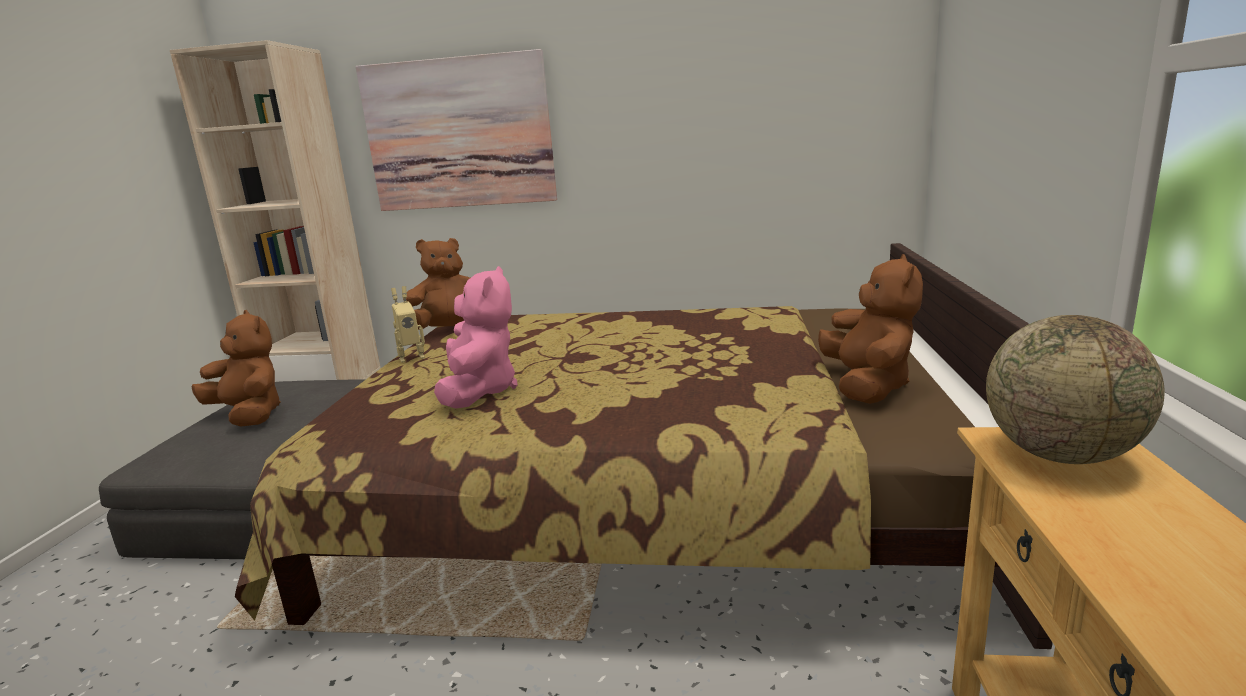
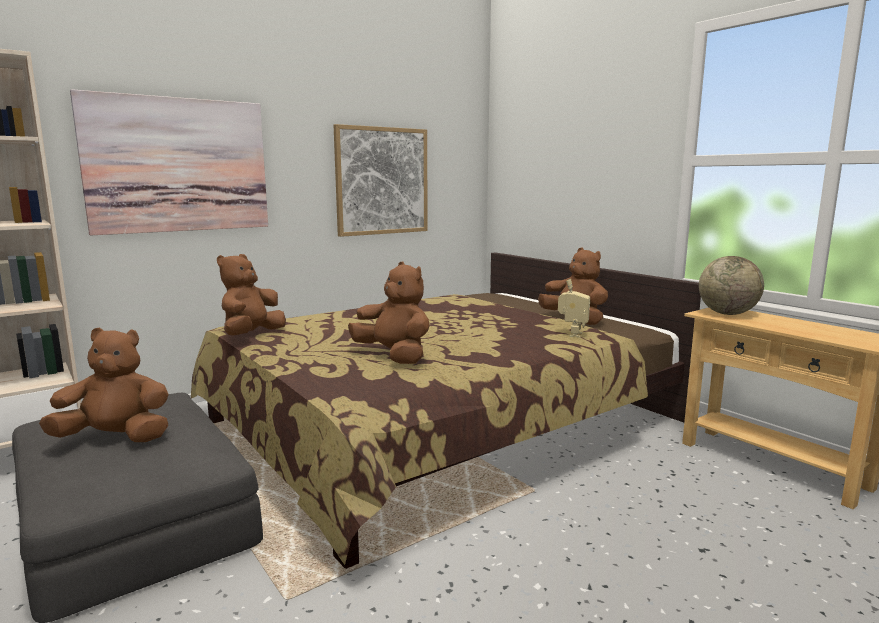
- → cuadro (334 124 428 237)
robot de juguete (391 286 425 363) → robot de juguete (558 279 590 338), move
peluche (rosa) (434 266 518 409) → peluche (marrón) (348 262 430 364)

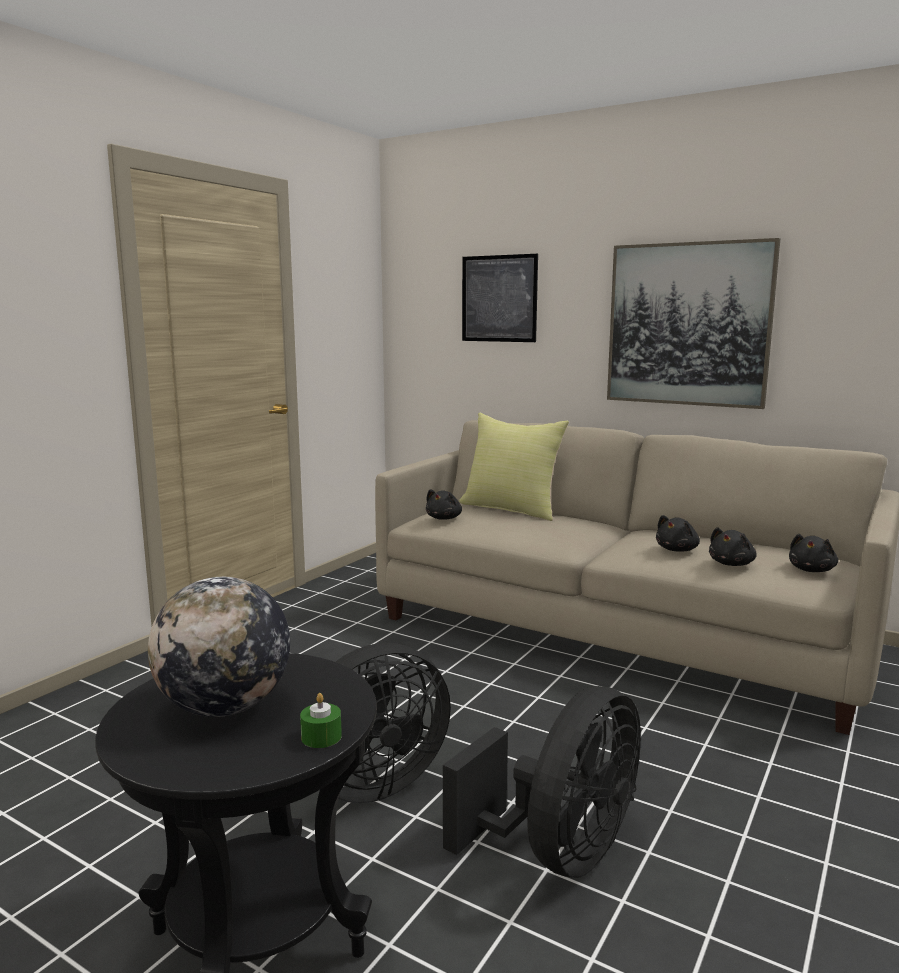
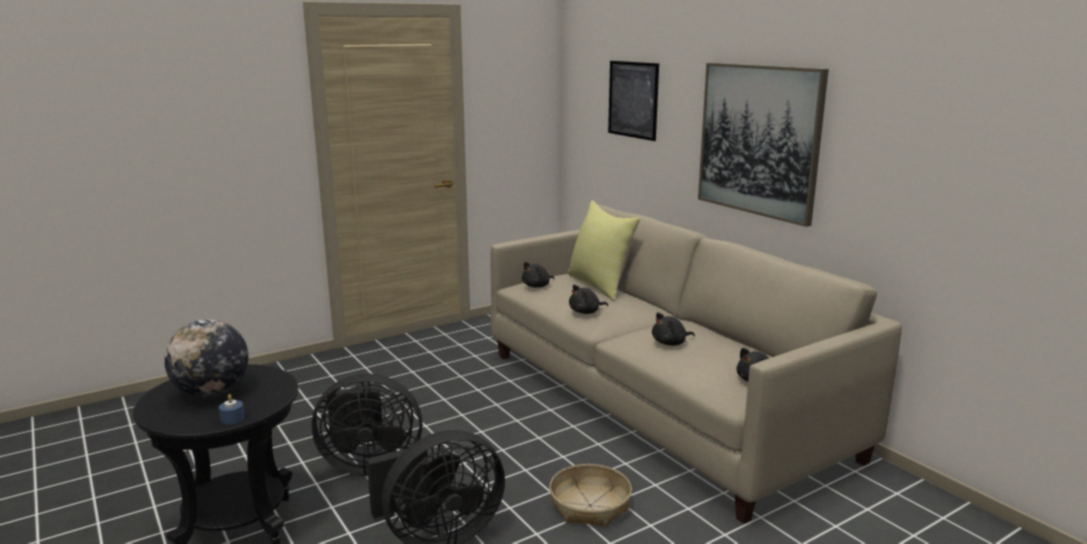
- → cesta (549 464 632 528)
peluche (negro) (709 527 757 566) → peluche (negro) (569 285 608 314), move
vela (verde) (300 693 342 748) → vela (azul) (219 394 245 424)

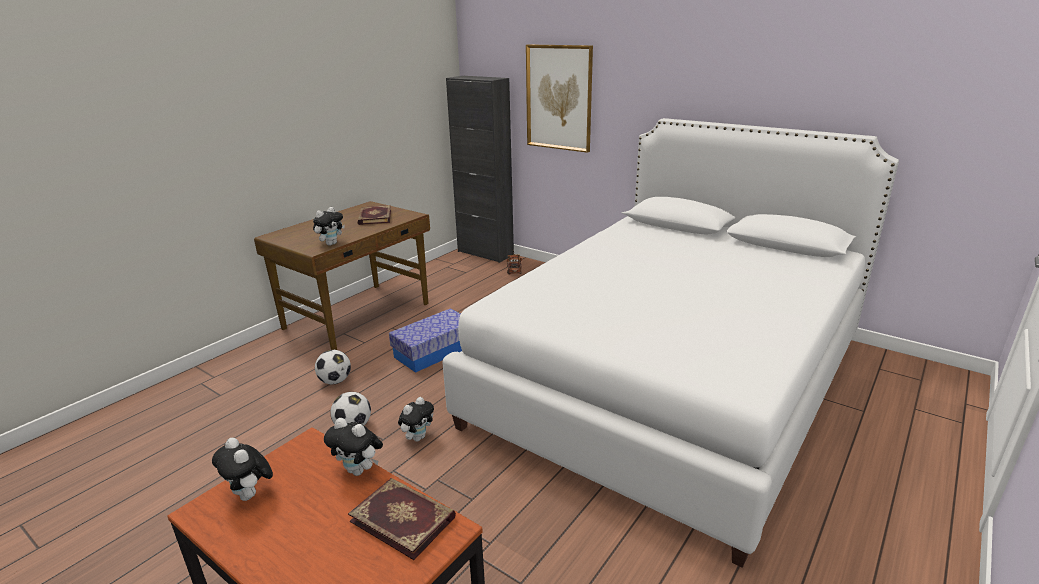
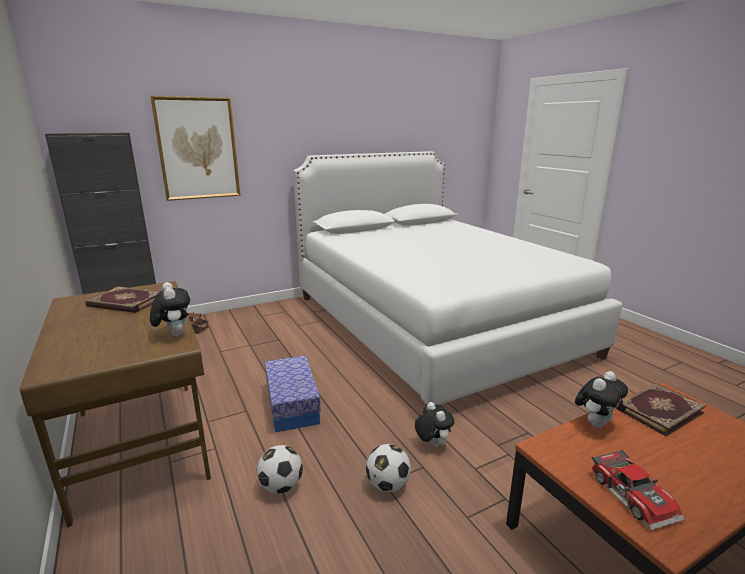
peluche (212 438 273 501) → coche de juguete (592 450 685 531)

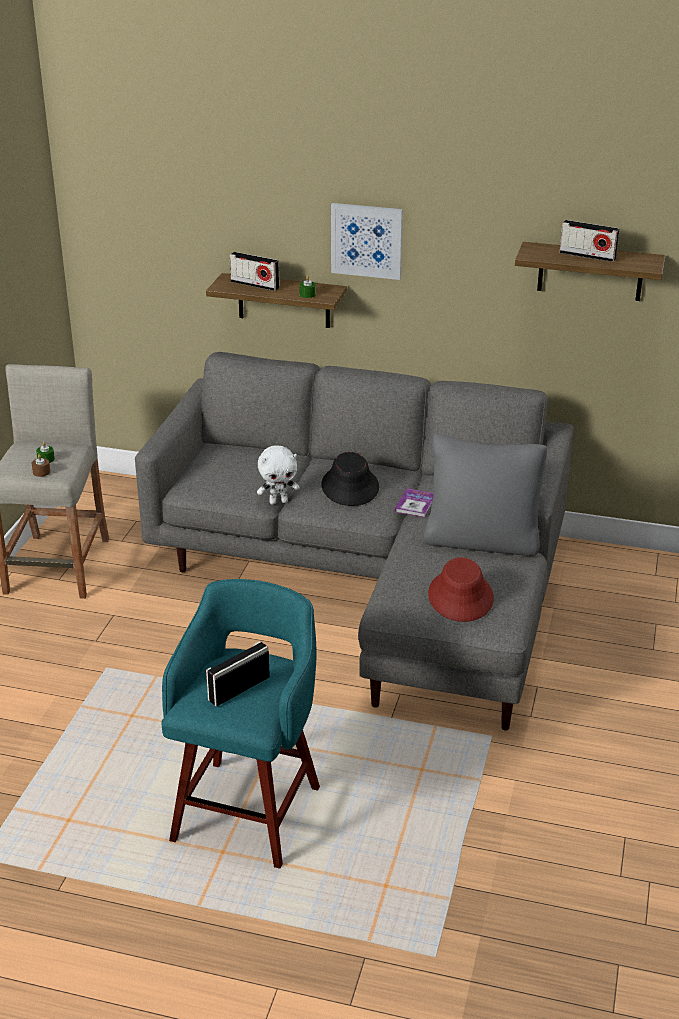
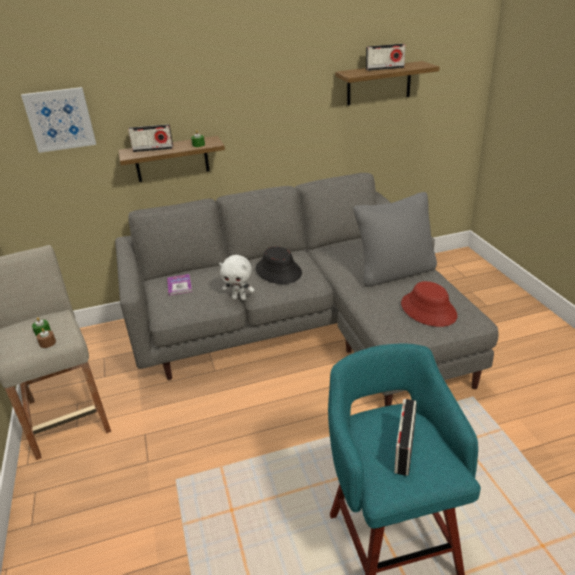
cuadro (331 203 403 280) → cuadro (21 87 96 153), move
libro (395 488 434 518) → libro (167 274 192 296), move
peluche (blanco) (257 445 300 505) → peluche (blanco) (219 255 254 300), 60 degrees clockwise

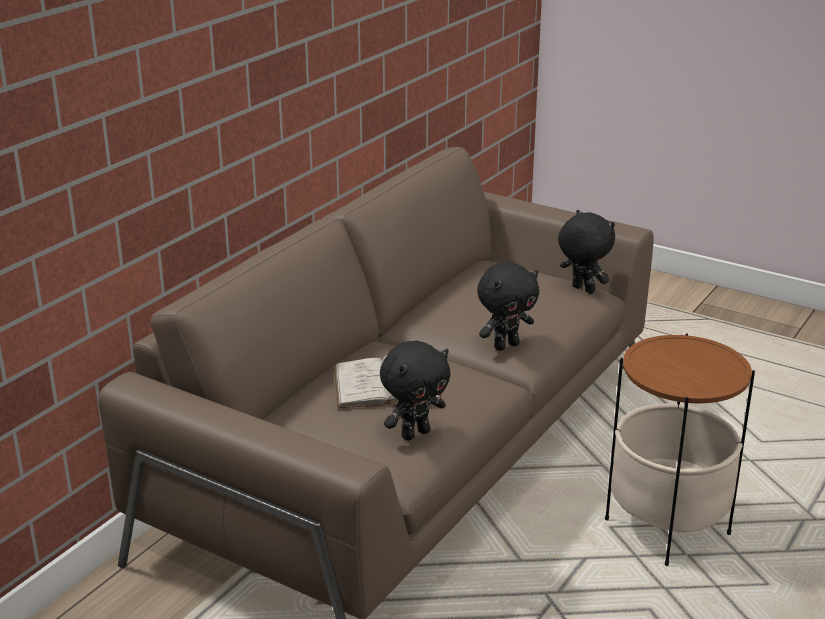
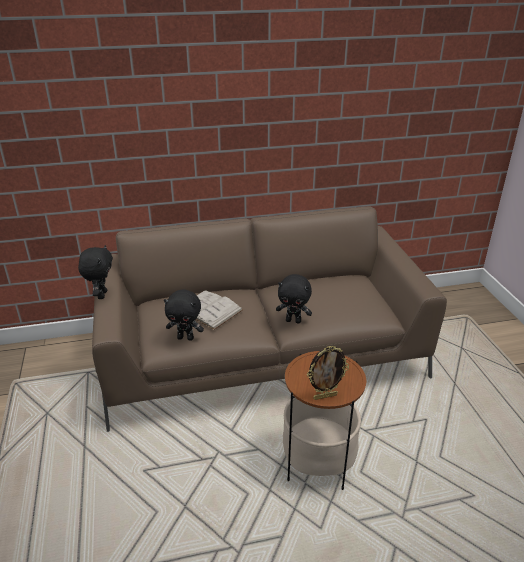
- → portarretratos (307 346 349 400)
peluche (negro) (558 210 615 294) → peluche (negro) (78 245 113 299), move

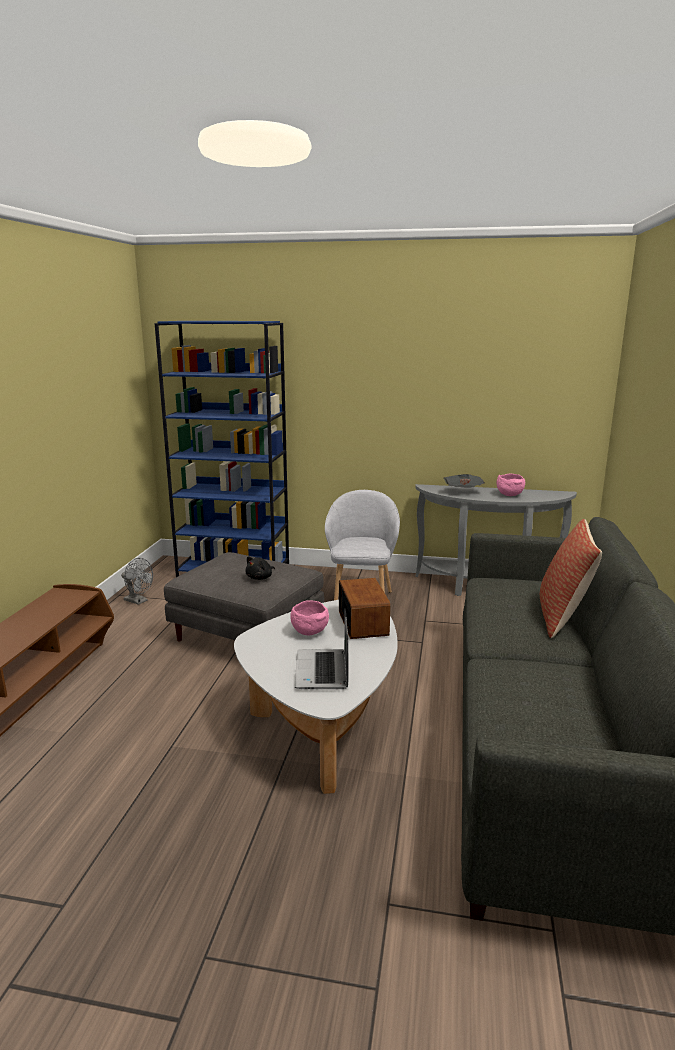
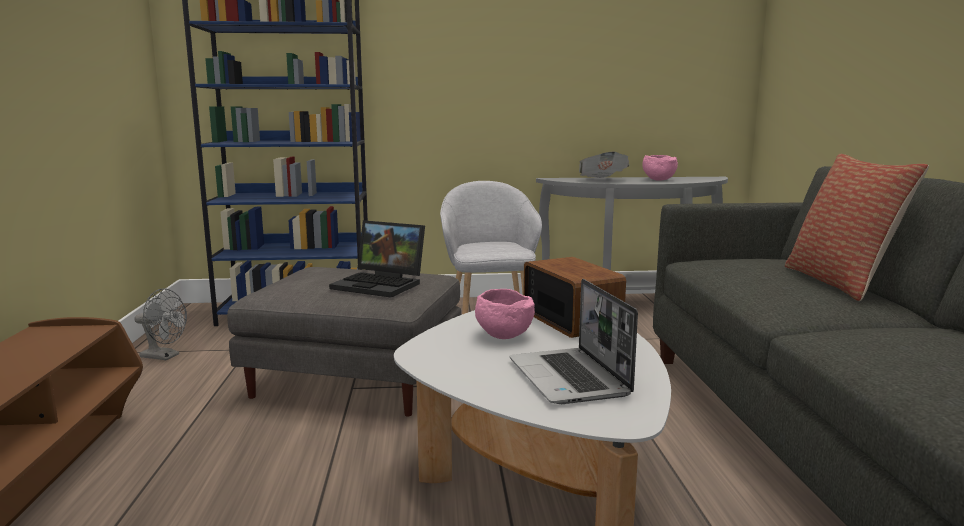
peluche (negro) (245 556 275 580) → portátil (329 220 425 298)

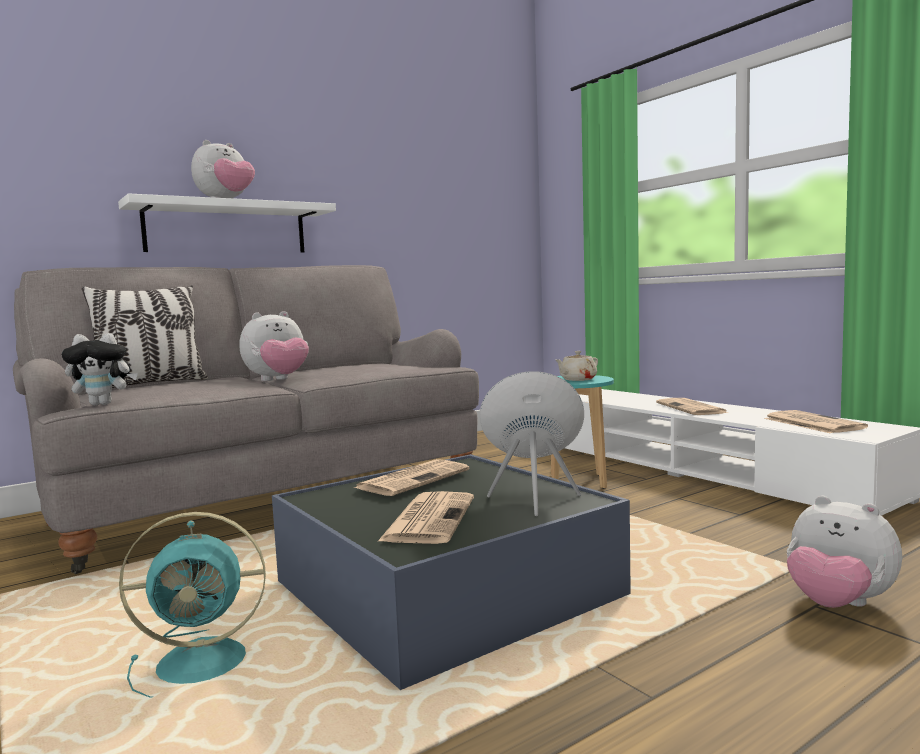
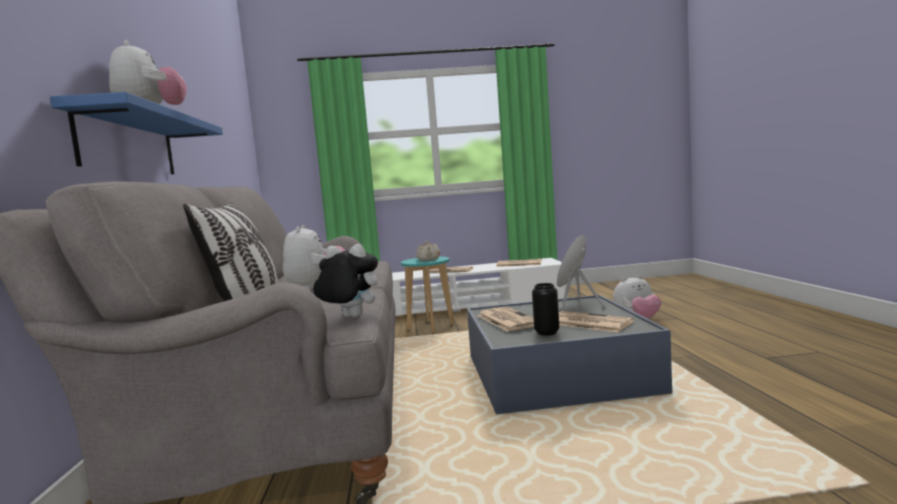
ventilador (turquesa) (119 512 266 697) → -
- → florero (negro) (532 283 559 336)
estante (blanco) (118 193 336 253) → estante (azul) (50 92 223 174)
peluche (62 333 138 405) → peluche (313 244 378 318), 90 degrees counterclockwise

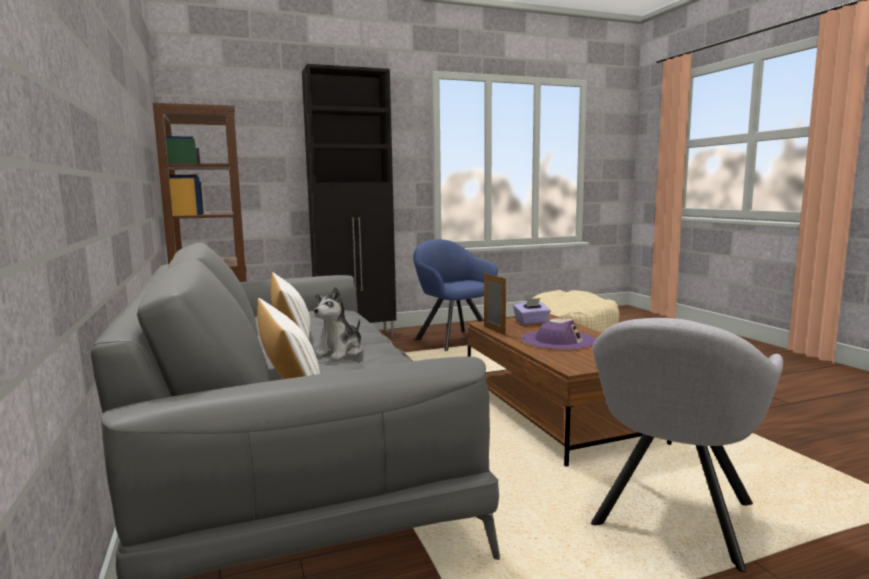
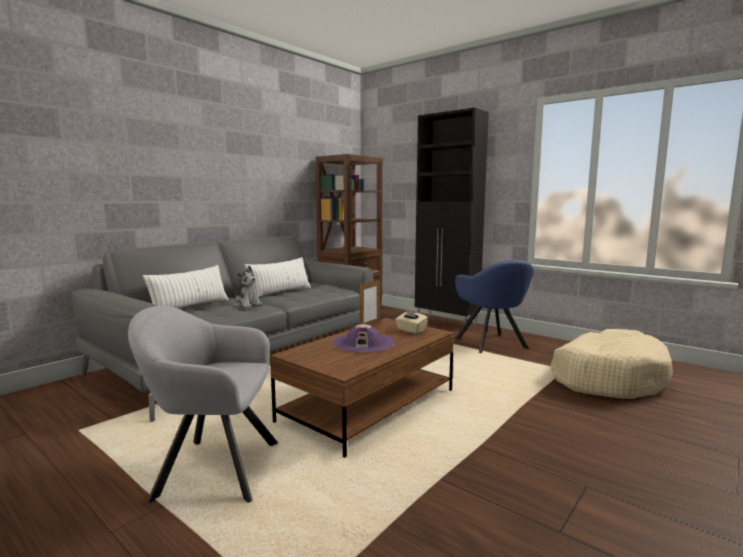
caja de pañuelos (morado) (513 298 551 325) → caja de pañuelos (beis) (395 309 428 334)
peluche (314 287 362 360) → peluche (234 266 262 308), 135 degrees counterclockwise
sillón (azul) (413 239 498 351) → sillón (azul) (454 260 534 353), 135 degrees clockwise

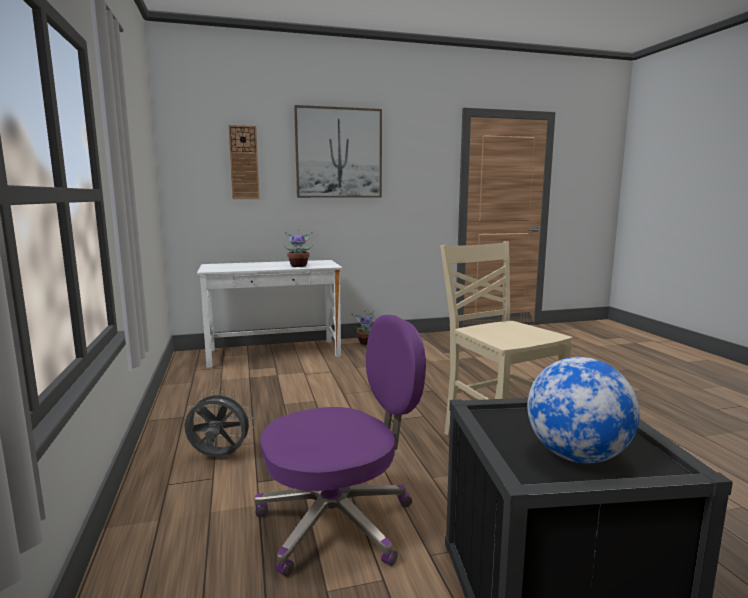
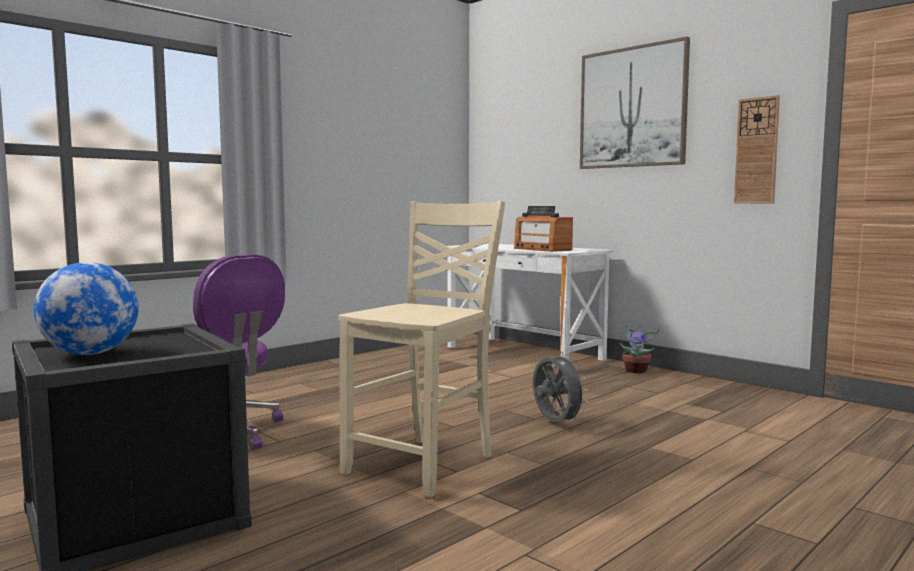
ventilador (gris) (185 391 254 457) → ventilador (gris) (533 352 588 424), move
reloj de pared (228 125 260 199) → reloj de pared (734 95 780 204), move
planta en maceta (284 229 312 267) → radio (514 206 573 252)

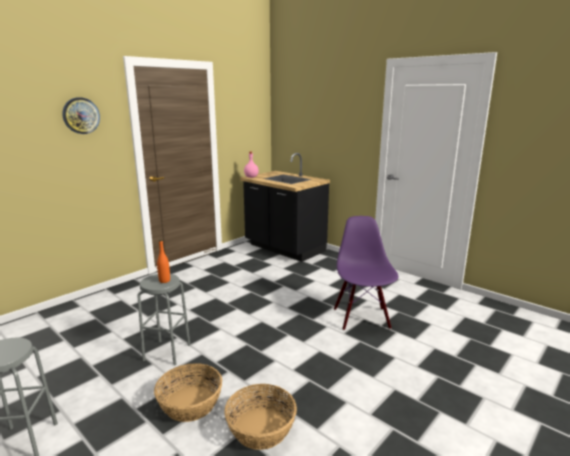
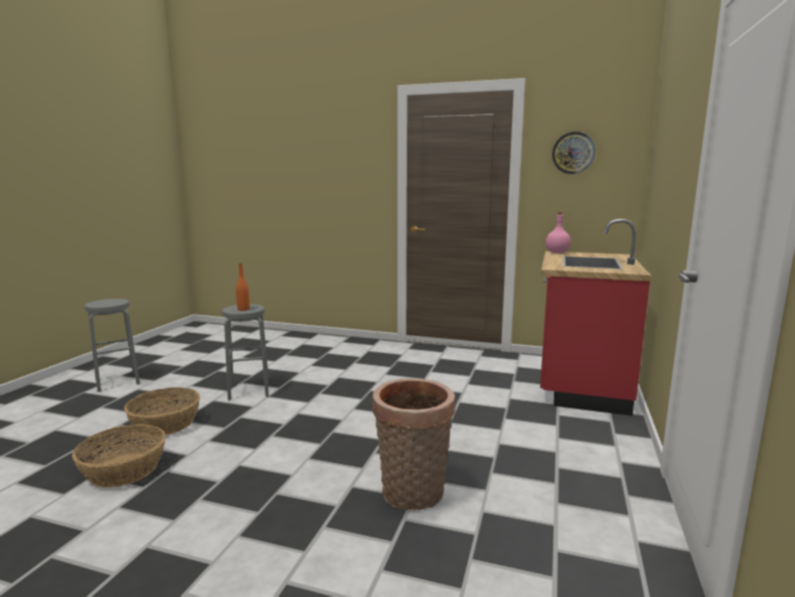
reloj de pared (62 97 100 134) → reloj de pared (552 132 595 174), move
silla (morado) (334 216 398 331) → cesta (372 378 455 511)
mueble bajo de cocina (negro) (240 153 330 262) → mueble bajo de cocina (rojo) (540 219 651 416)

